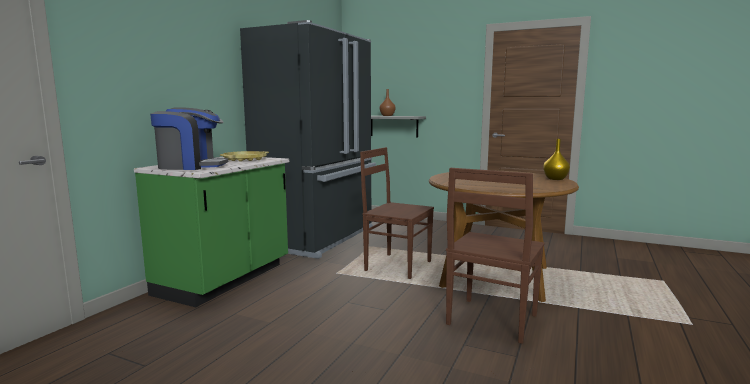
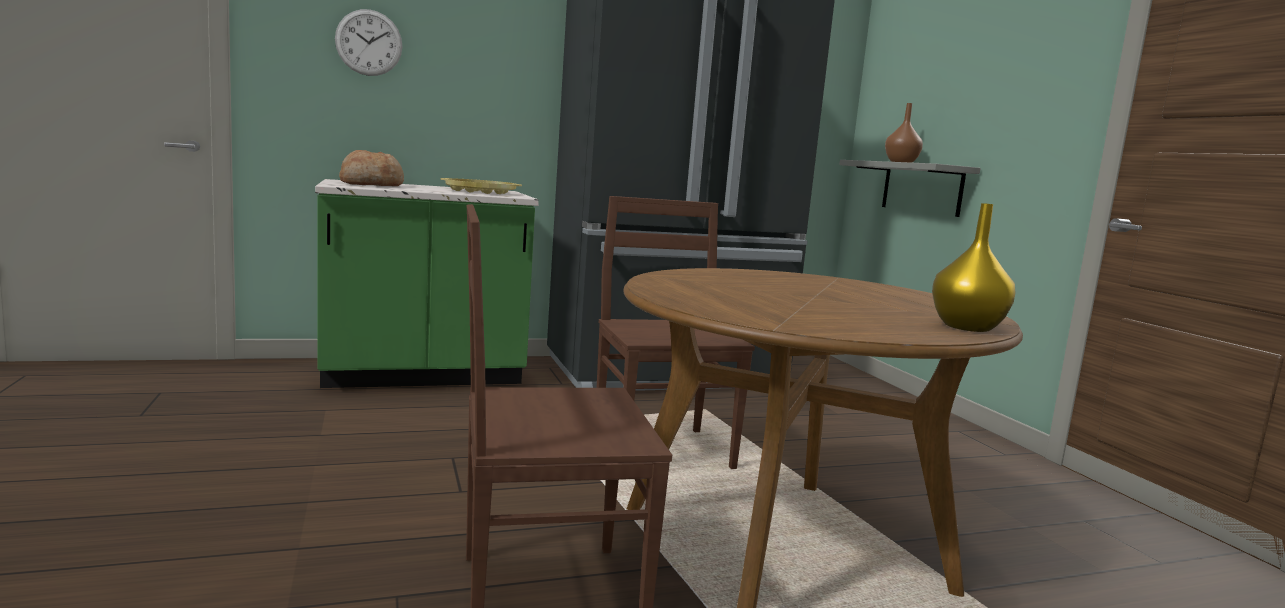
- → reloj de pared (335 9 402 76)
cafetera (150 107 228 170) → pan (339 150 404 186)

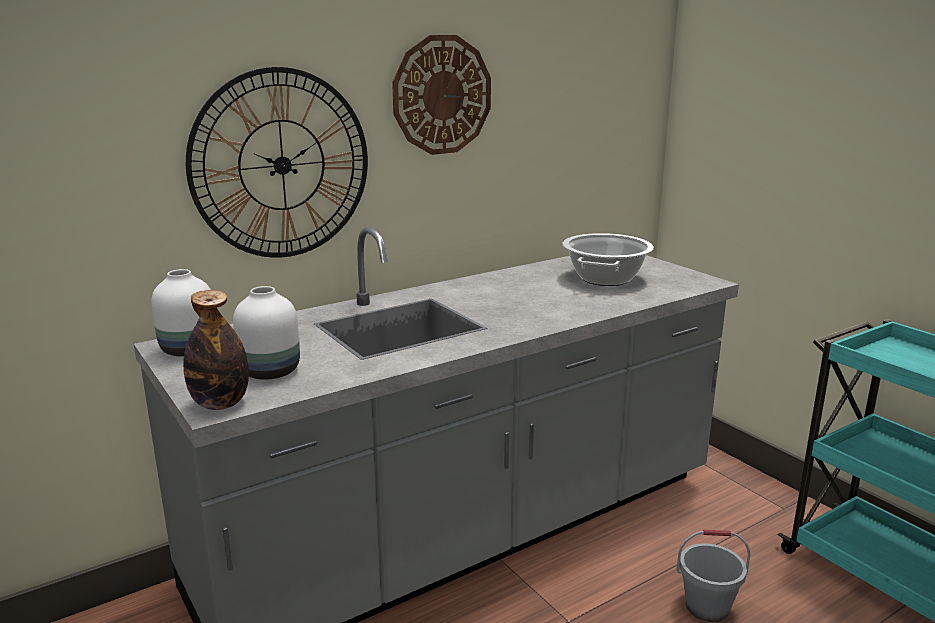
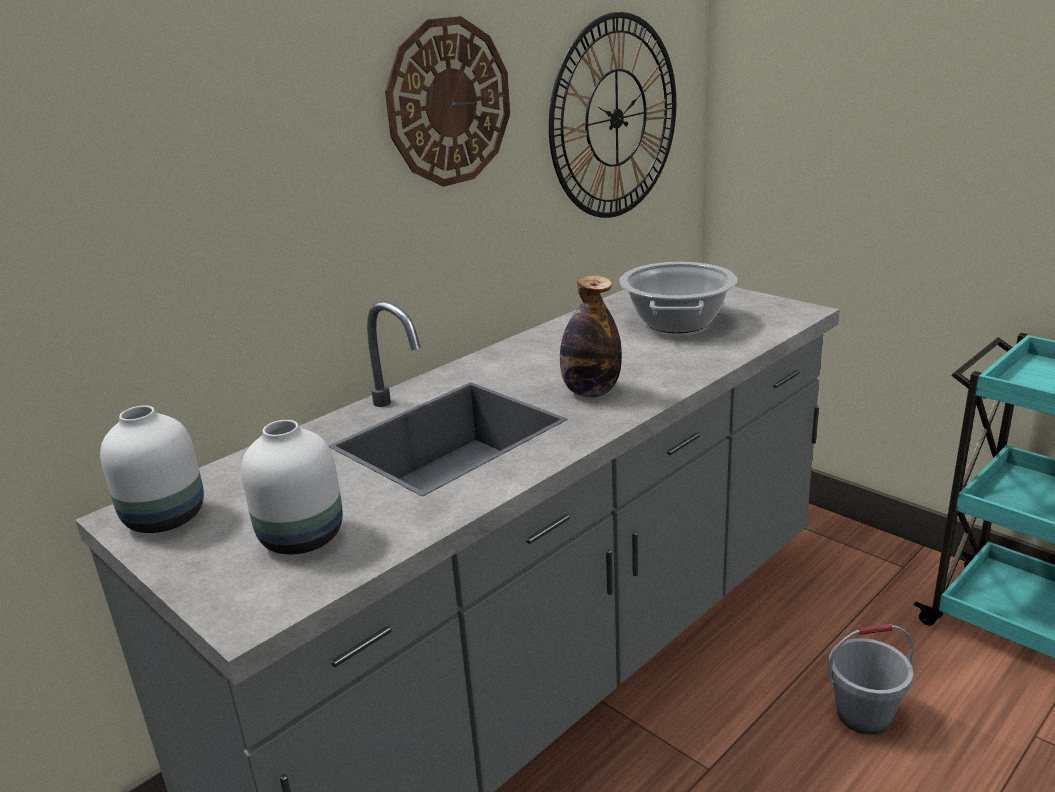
botella (183 290 249 410) → botella (560 275 622 397), move
reloj de pared (186 67 368 258) → reloj de pared (549 12 676 218), move

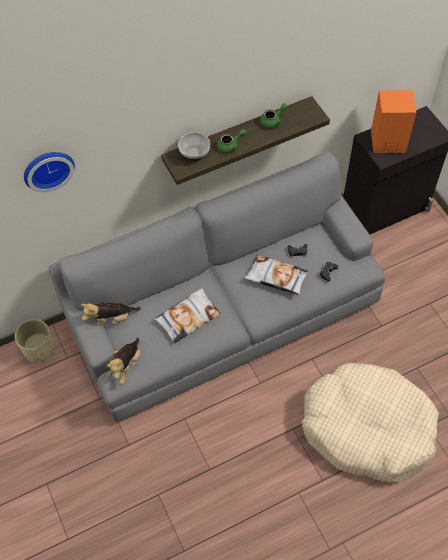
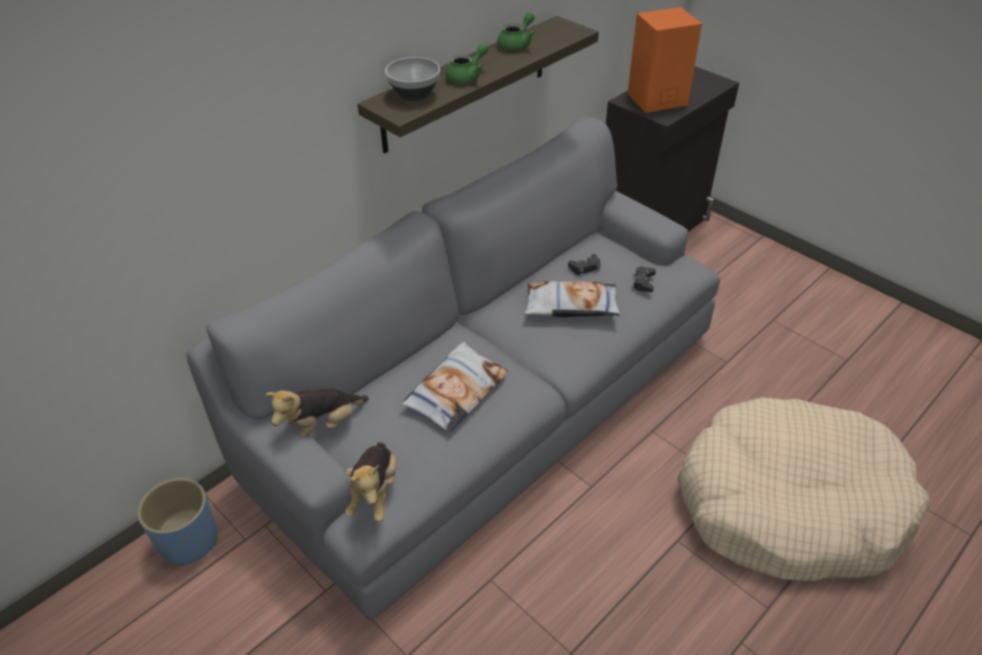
reloj de pared (24 152 75 192) → -
maceta (beis) (15 319 55 363) → maceta (azul) (137 478 218 566)

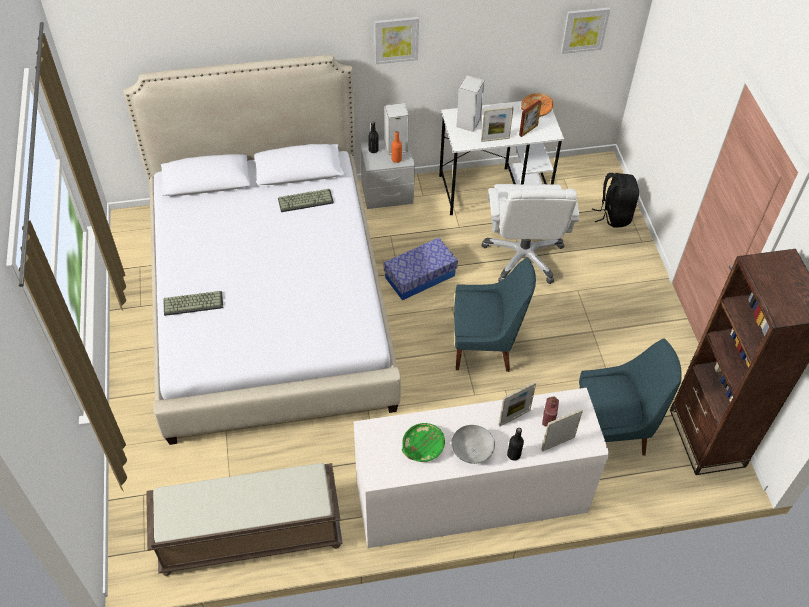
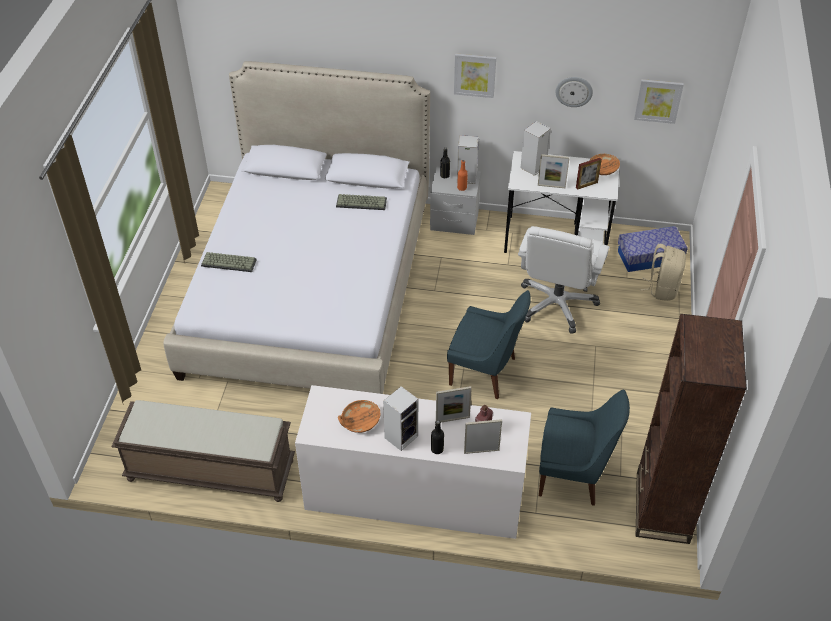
- → reloj de pared (556 77 593 107)
caja de almacenaje (384 238 458 301) → caja de almacenaje (618 226 688 272), move
cuenco (gris) (451 425 495 464) → altavoz (383 386 418 451)
cuenco (verde) (402 423 445 462) → cuenco (naranja) (338 400 380 433)
mochila (negro) (592 173 639 228) → mochila (beis) (640 244 686 301)

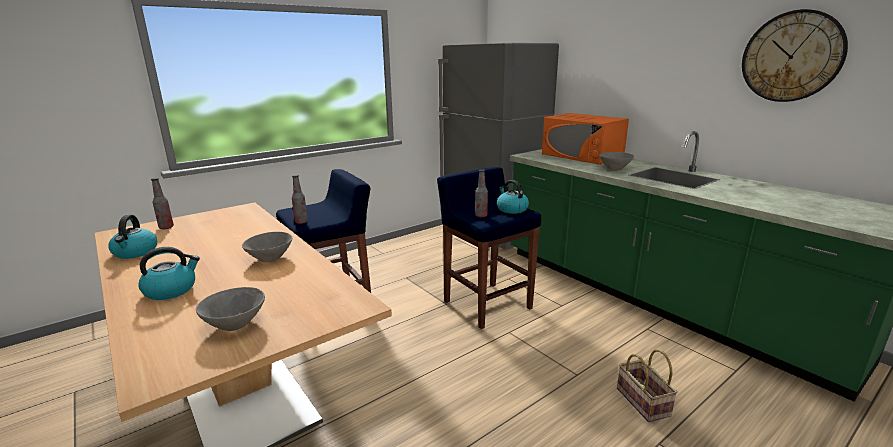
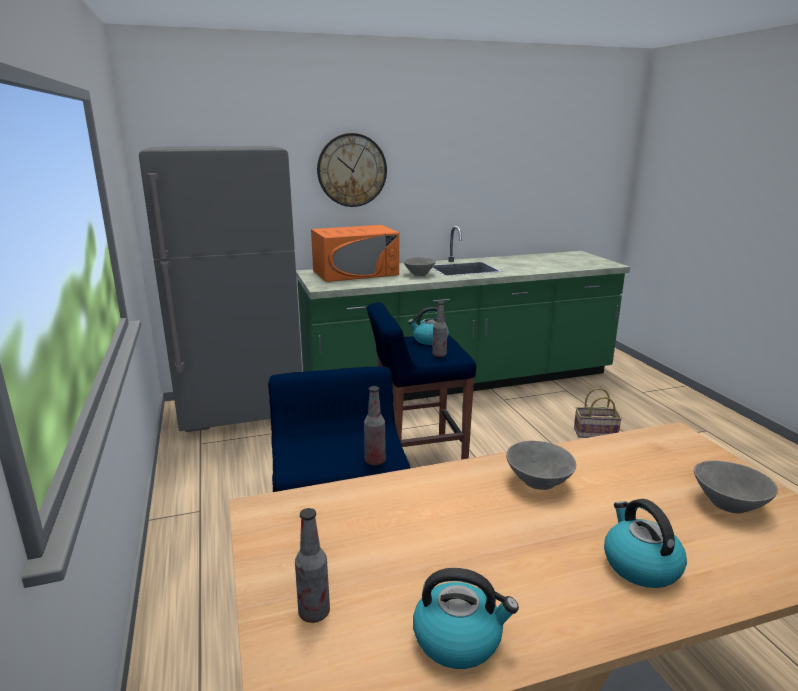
reloj de pared (742 9 848 102) → reloj de pared (317 133 387 207), move

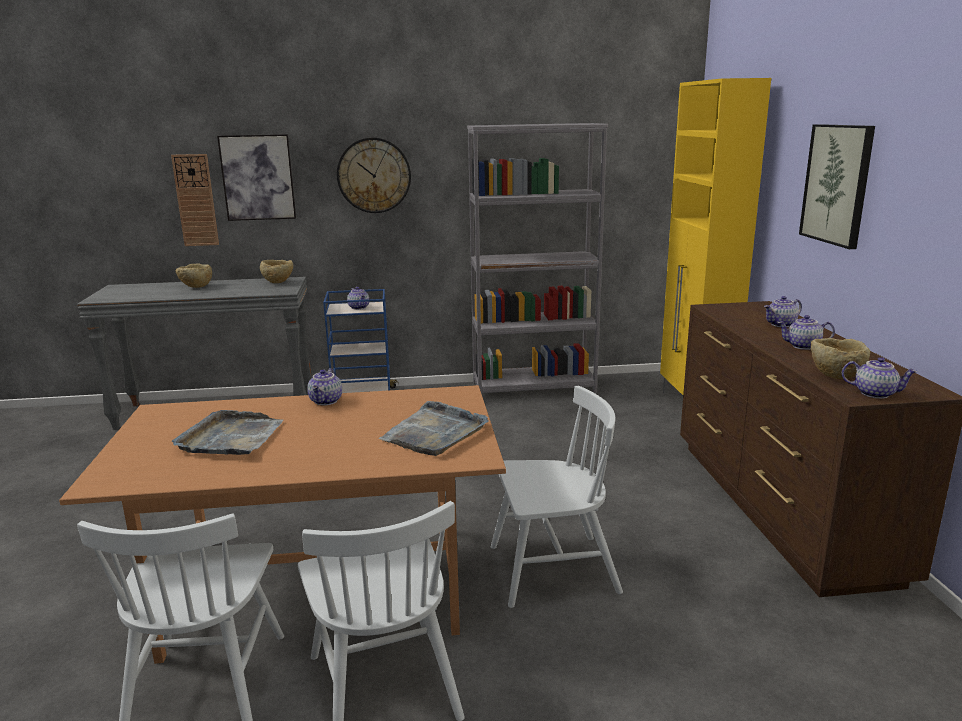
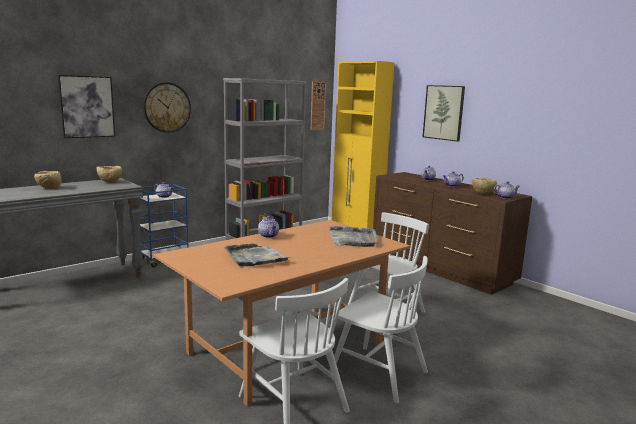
reloj de pared (171 154 219 246) → reloj de pared (311 81 326 130), move

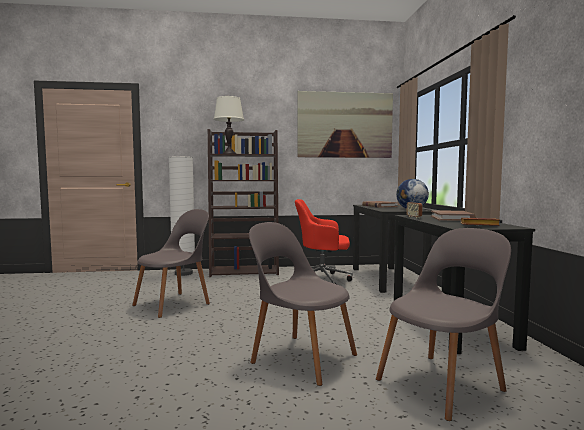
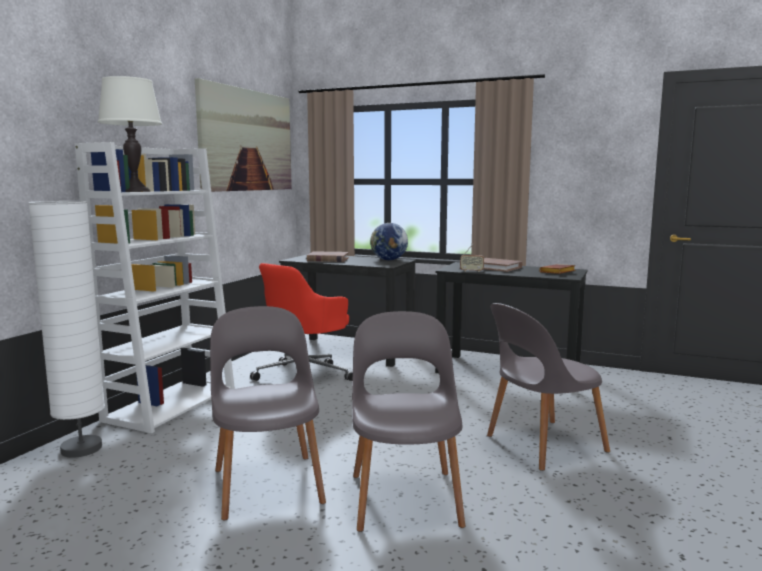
silla (gris) (376 228 511 421) → silla (gris) (352 311 465 532), move
estantería (marrón) (208 129 279 277) → estantería (blanco) (75 142 235 433)

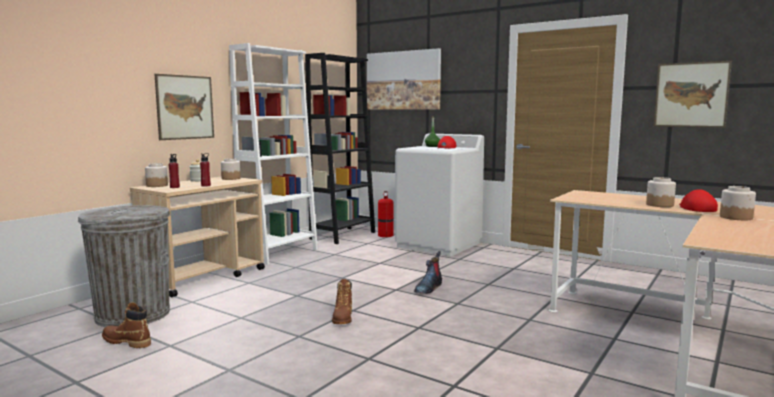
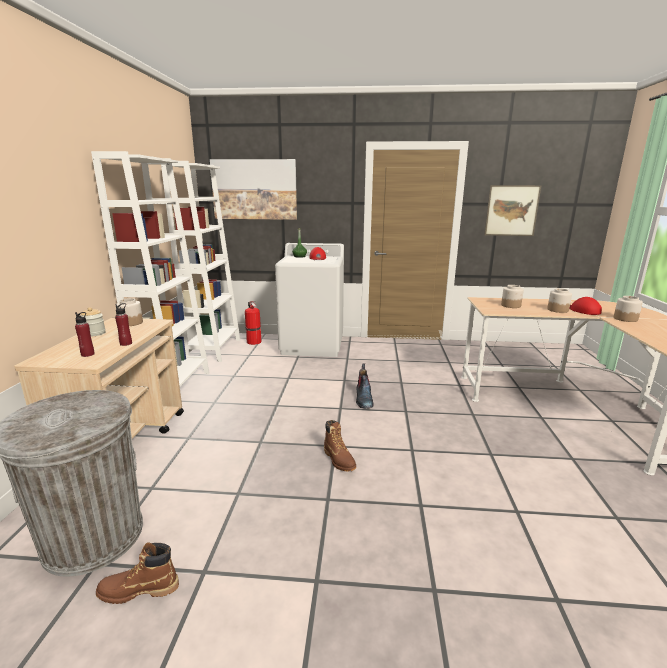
cuadro (155 74 214 140) → -
tarro (145 163 168 187) → tarro (501 285 524 308), move
estantería (negro) (305 53 375 244) → estantería (blanco) (161 161 240 362)

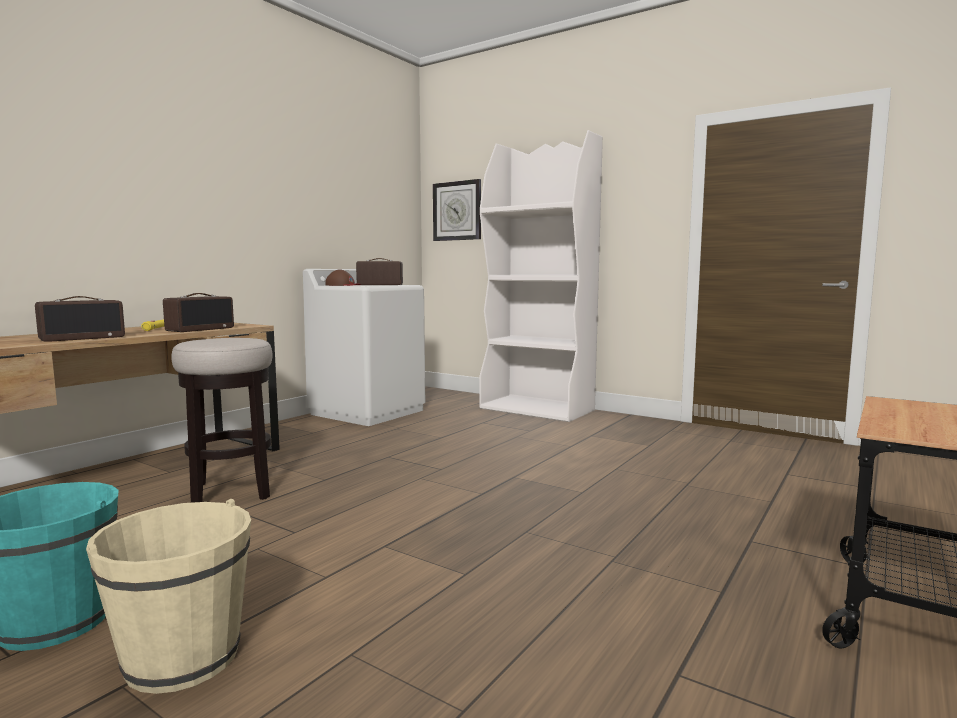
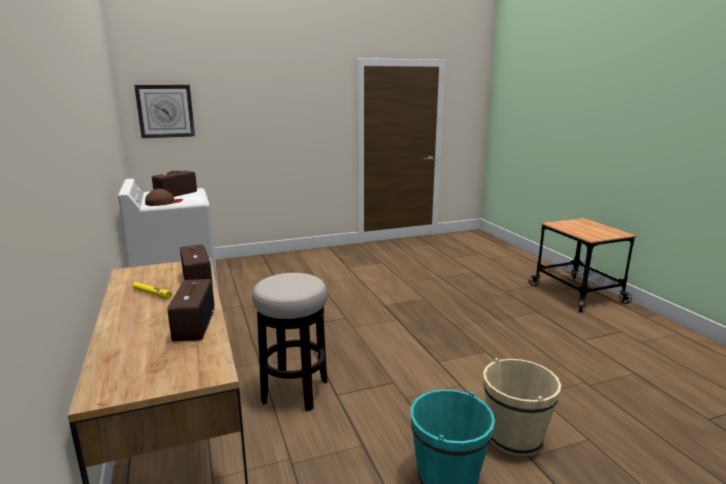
estantería (blanco) (480 130 603 422) → -

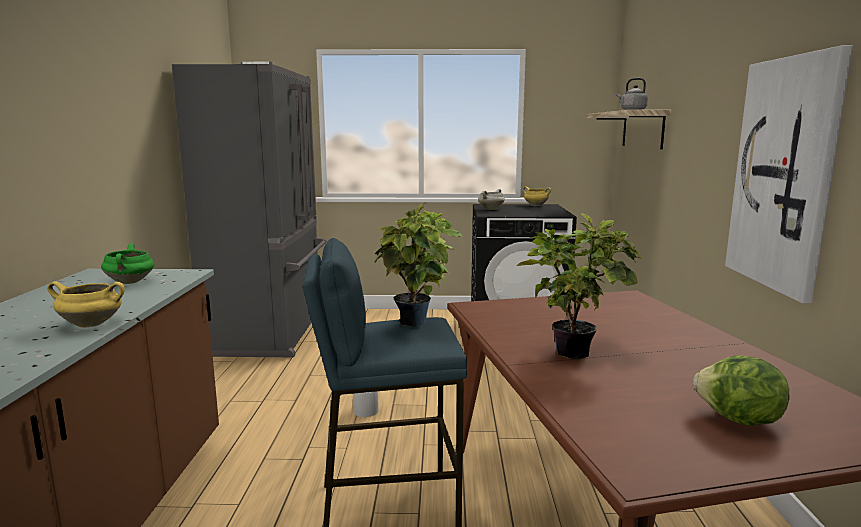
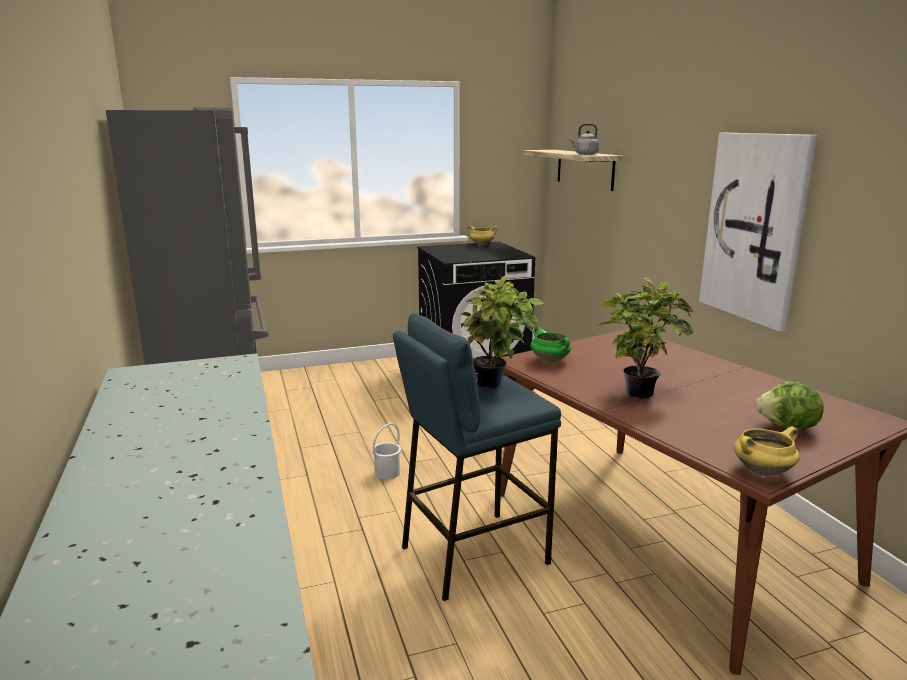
olla (blanco) (478 189 505 210) → -
olla (amarillo) (47 281 125 328) → olla (amarillo) (734 427 800 477), move
olla (verde) (101 244 154 284) → olla (verde) (531 327 571 363), move

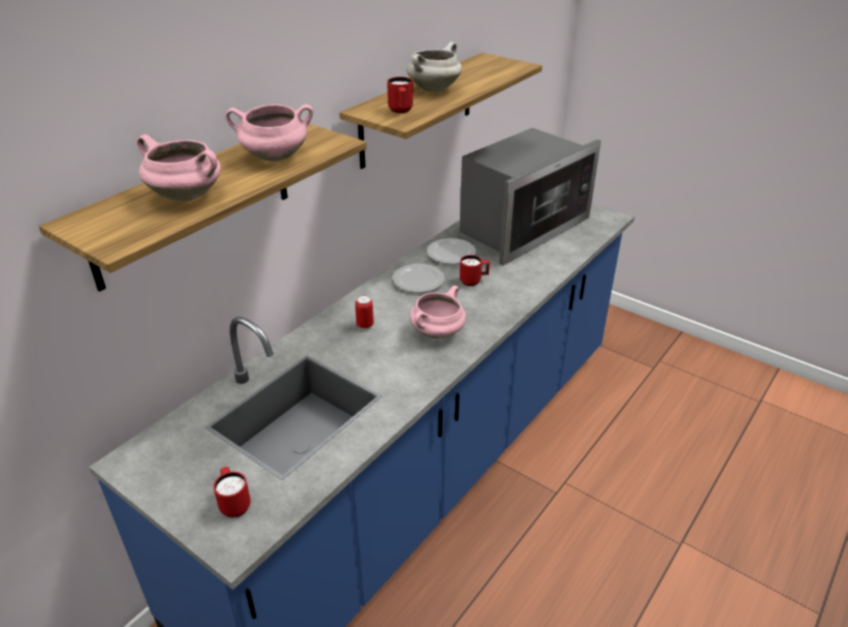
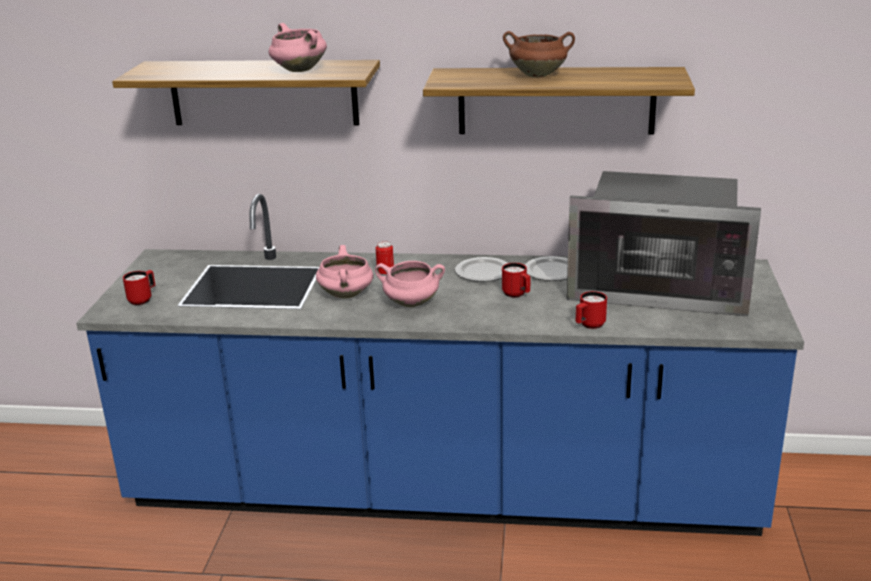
olla (rosa) (136 134 221 202) → olla (rosa) (316 245 373 299), move
taza grande (rojo) (387 77 413 113) → taza grande (rojo) (576 291 607 329), move
olla (blanco) (406 42 462 92) → olla (marrón) (503 31 575 78)

